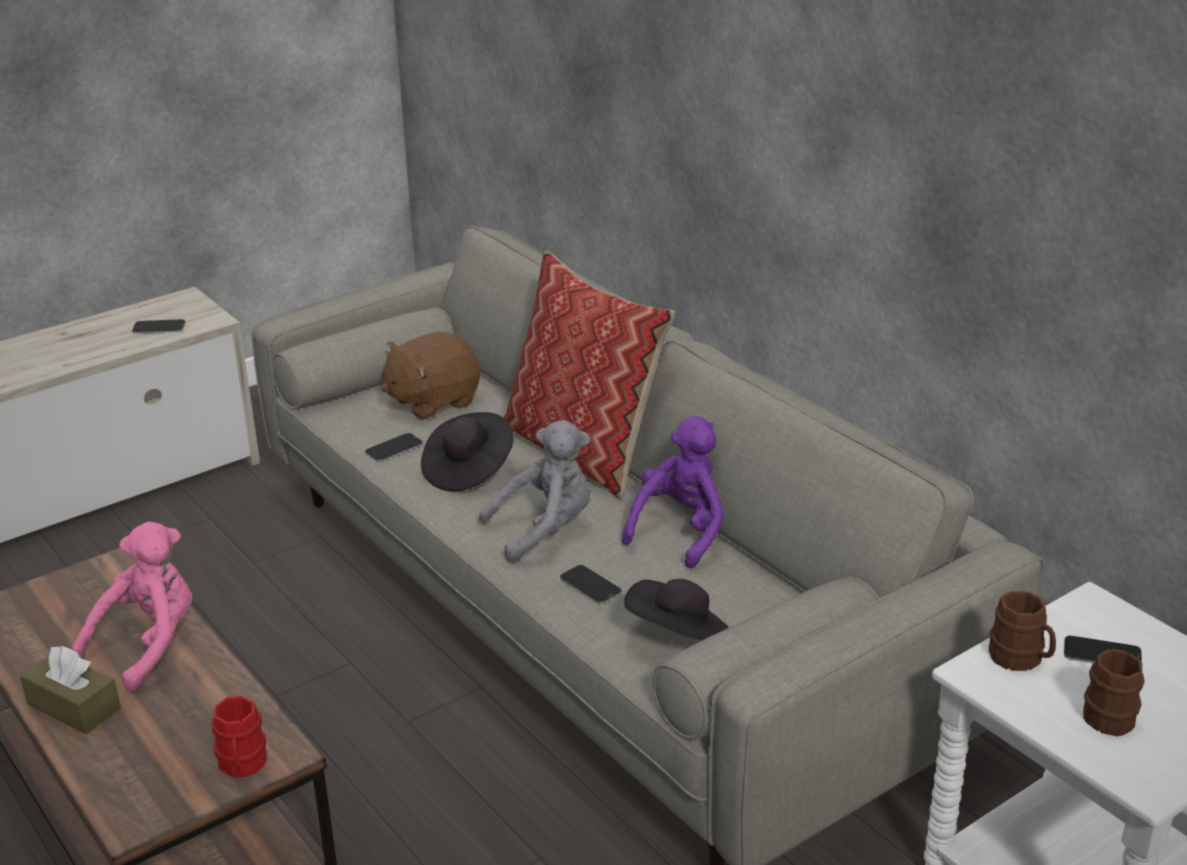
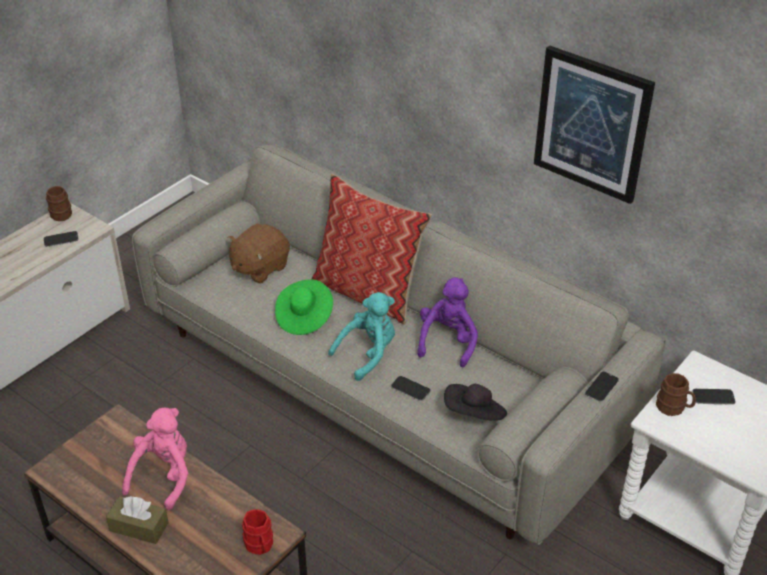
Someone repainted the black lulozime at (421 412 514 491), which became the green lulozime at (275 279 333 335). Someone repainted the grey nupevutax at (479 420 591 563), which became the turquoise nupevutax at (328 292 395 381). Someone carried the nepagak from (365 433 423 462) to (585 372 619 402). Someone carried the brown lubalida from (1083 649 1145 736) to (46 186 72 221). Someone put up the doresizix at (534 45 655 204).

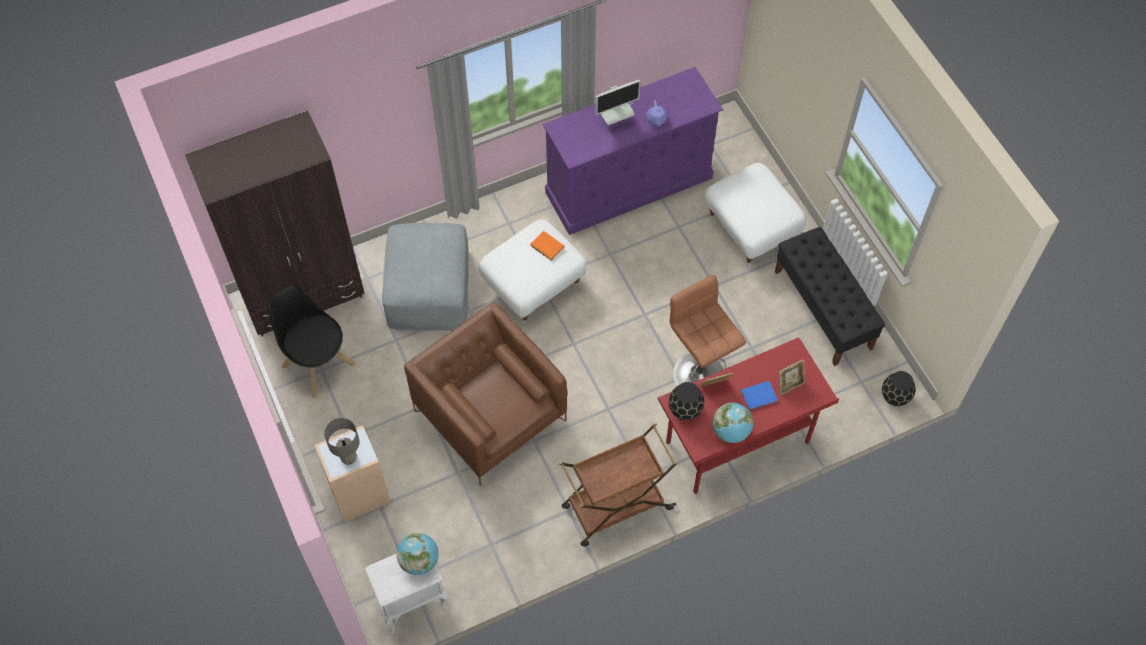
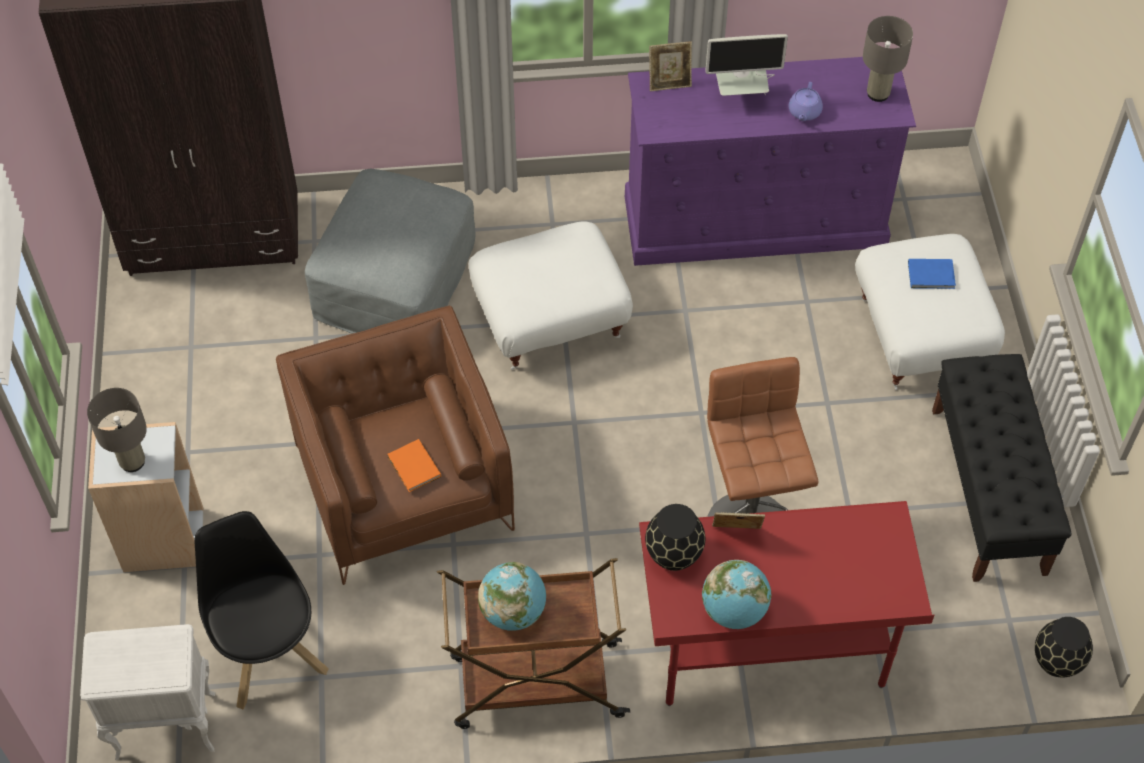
Someone carried the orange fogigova from (531 231 564 260) to (387 439 441 492). Someone carried the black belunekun from (267 284 355 397) to (194 511 329 709). Someone carried the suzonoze from (779 359 805 395) to (649 42 692 91). Someone carried the blue fogigova from (741 381 778 410) to (908 259 956 289). Someone carried the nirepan from (397 533 439 575) to (478 562 546 631). Someone put down the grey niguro at (863 16 913 102).

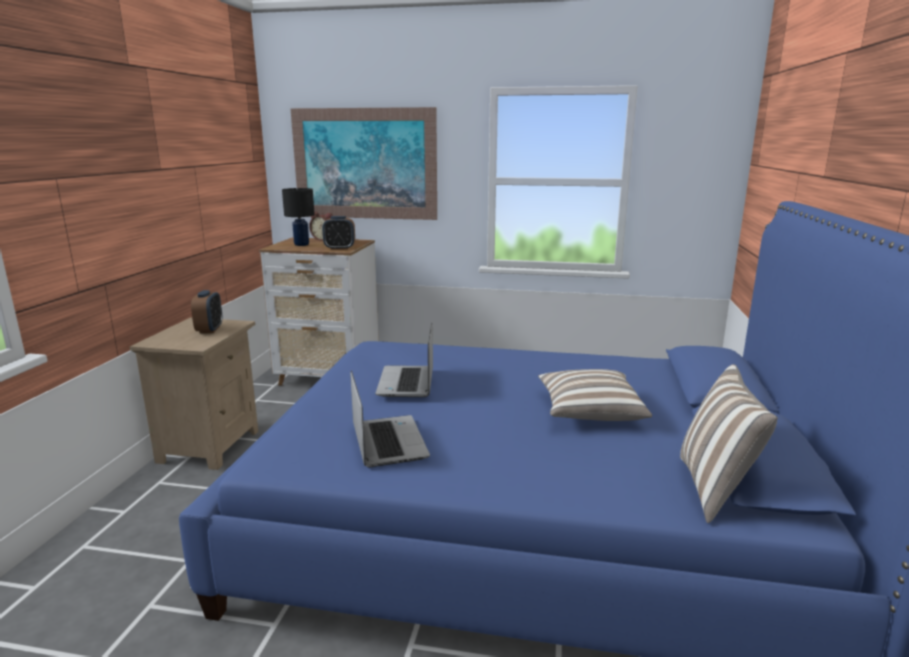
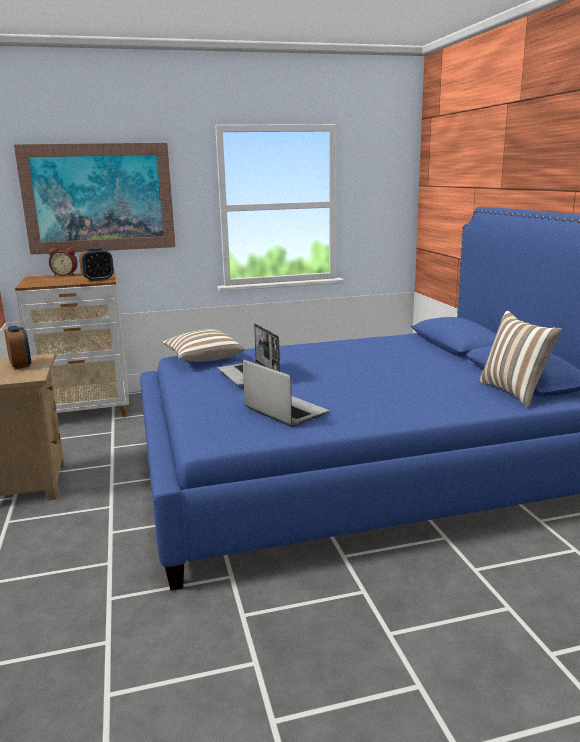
Someone took away the black niguro at (282 188 315 246). Someone carried the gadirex from (538 369 652 421) to (162 329 245 362).

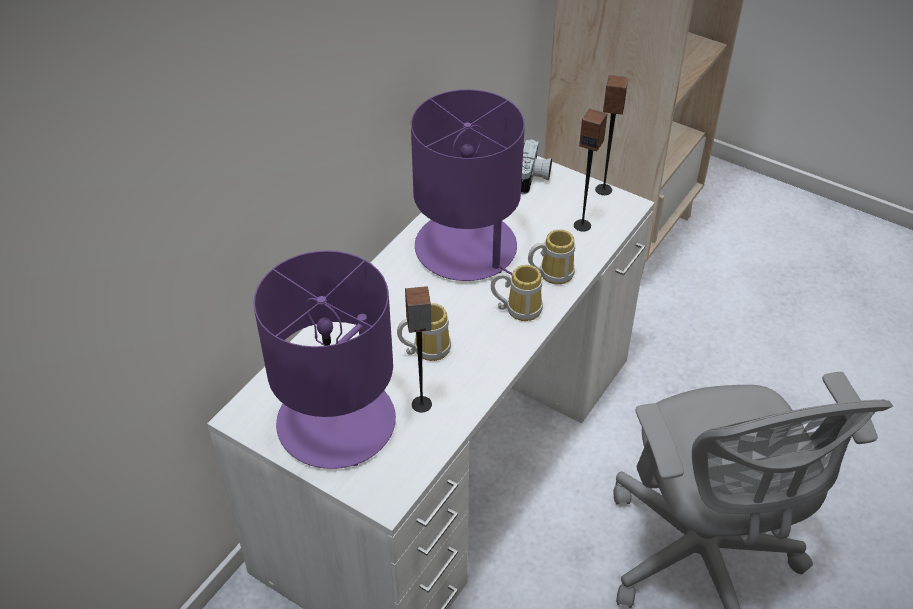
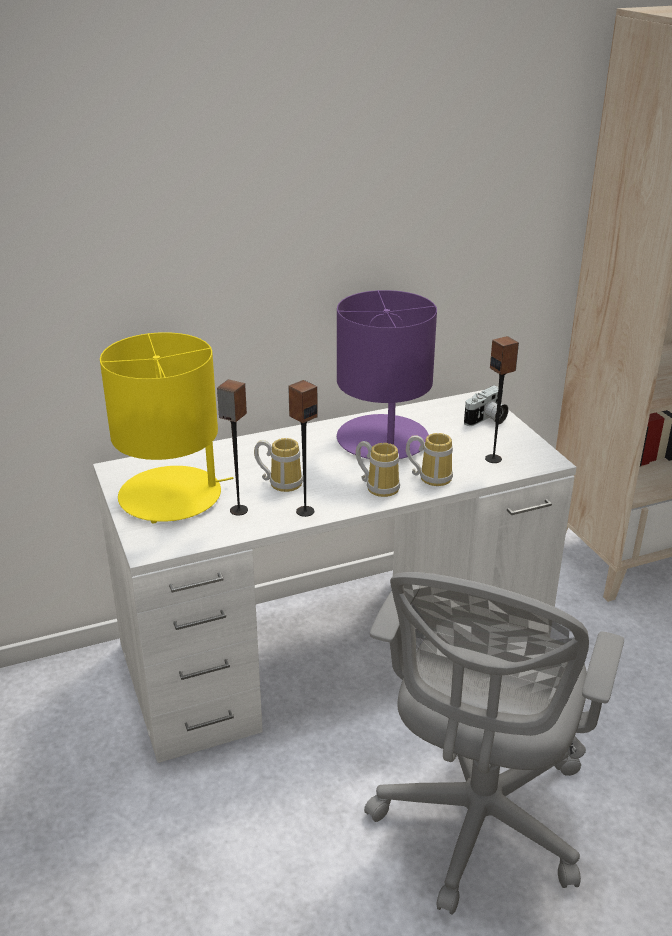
Someone carried the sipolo from (595 75 628 195) to (288 380 318 517). Someone repainted the purple niguro at (254 251 396 469), which became the yellow niguro at (100 332 234 523).

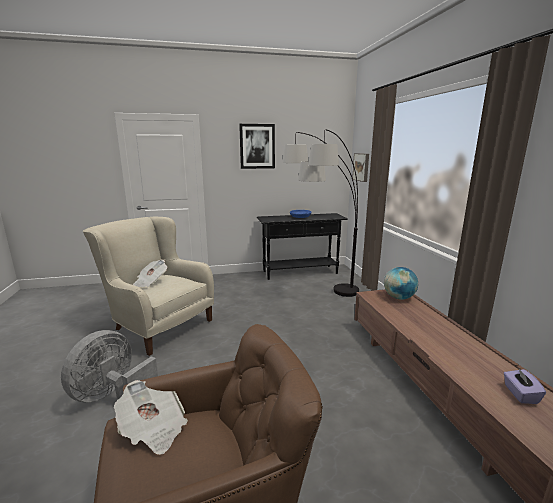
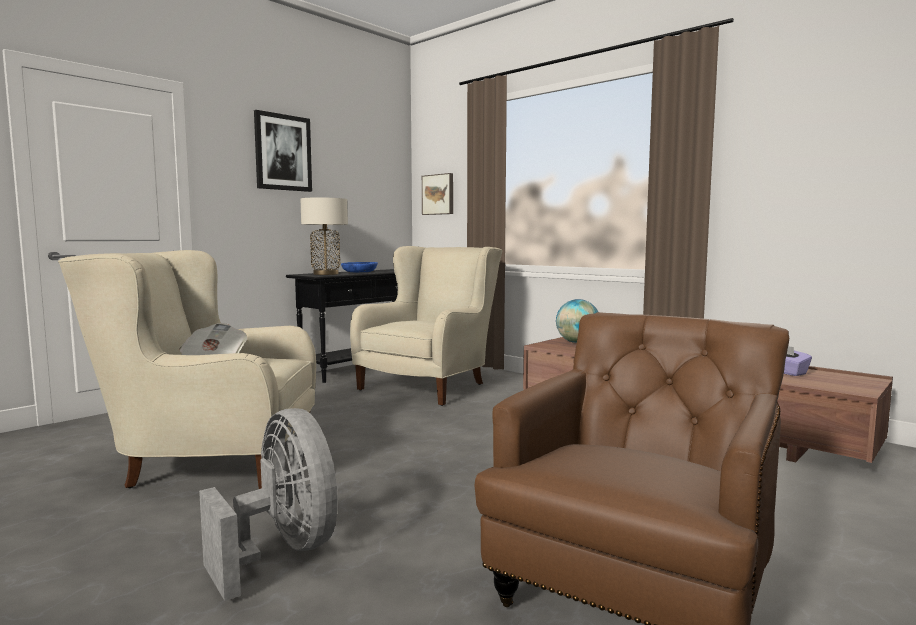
Someone swapped the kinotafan at (282 129 359 297) for the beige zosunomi at (350 246 503 406). Someone rotated the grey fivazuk at (61 330 158 403) by 150 degrees clockwise. Someone took away the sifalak at (114 380 188 455). Someone put down the niguro at (300 198 348 275).

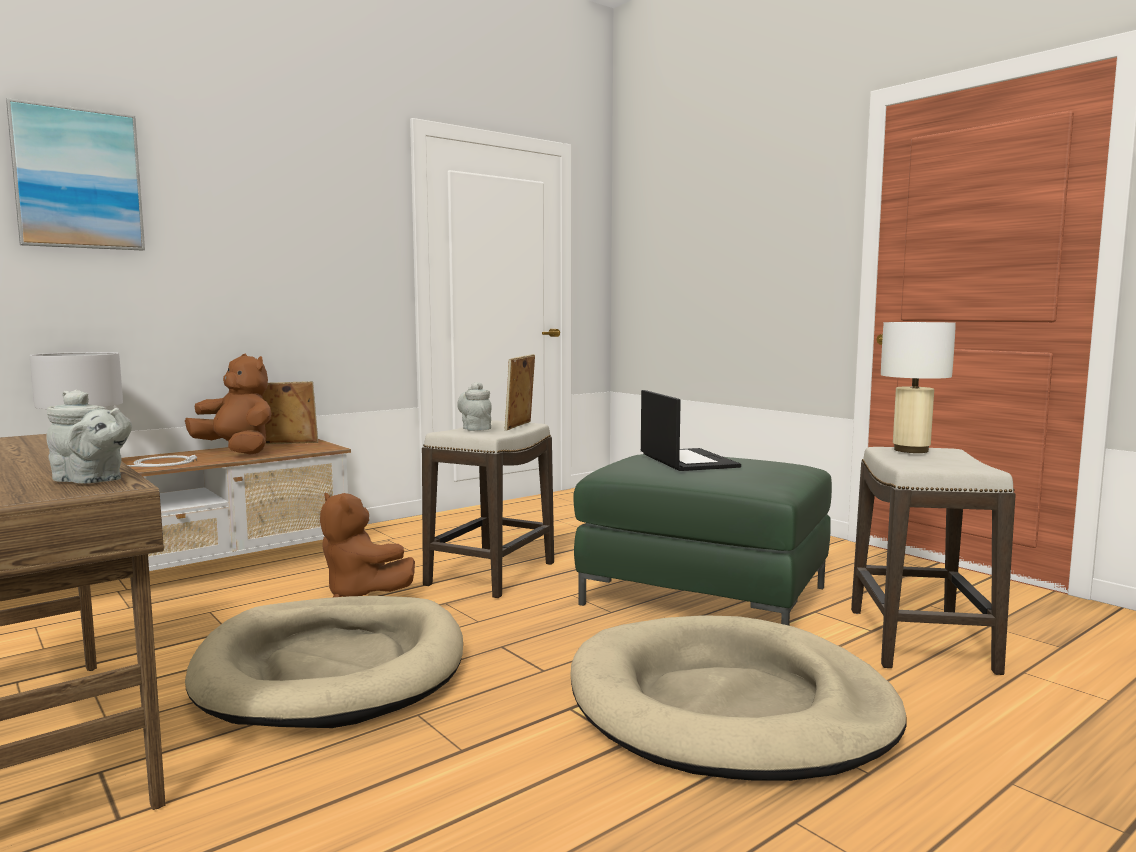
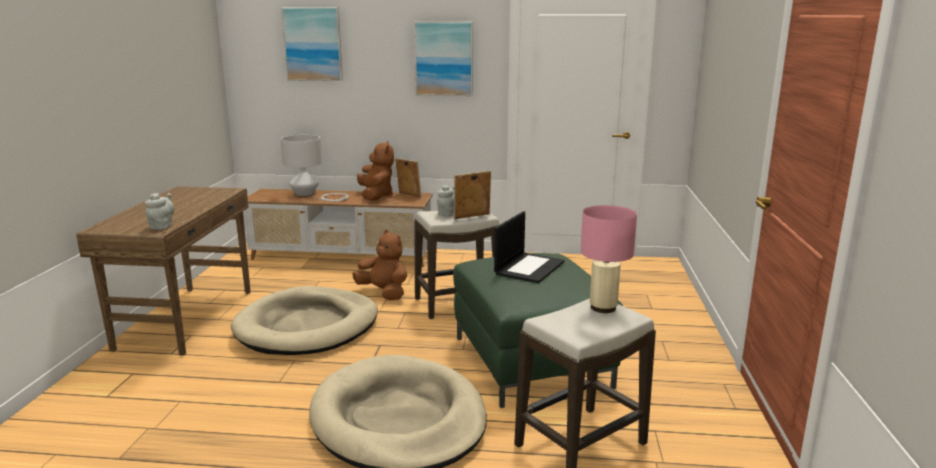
Someone repainted the white niguro at (881 322 956 453), which became the pink niguro at (581 205 637 313). Someone rotated the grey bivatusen at (46 390 132 484) by 150 degrees counterclockwise. Someone rotated the brown nupevutax at (320 493 415 597) by 135 degrees clockwise. Someone put up the doresizix at (414 21 473 96).

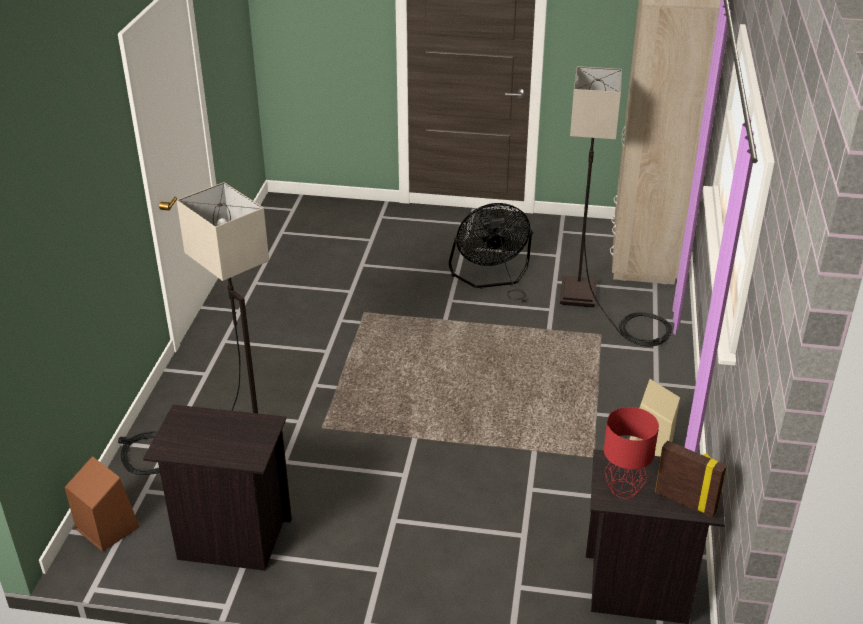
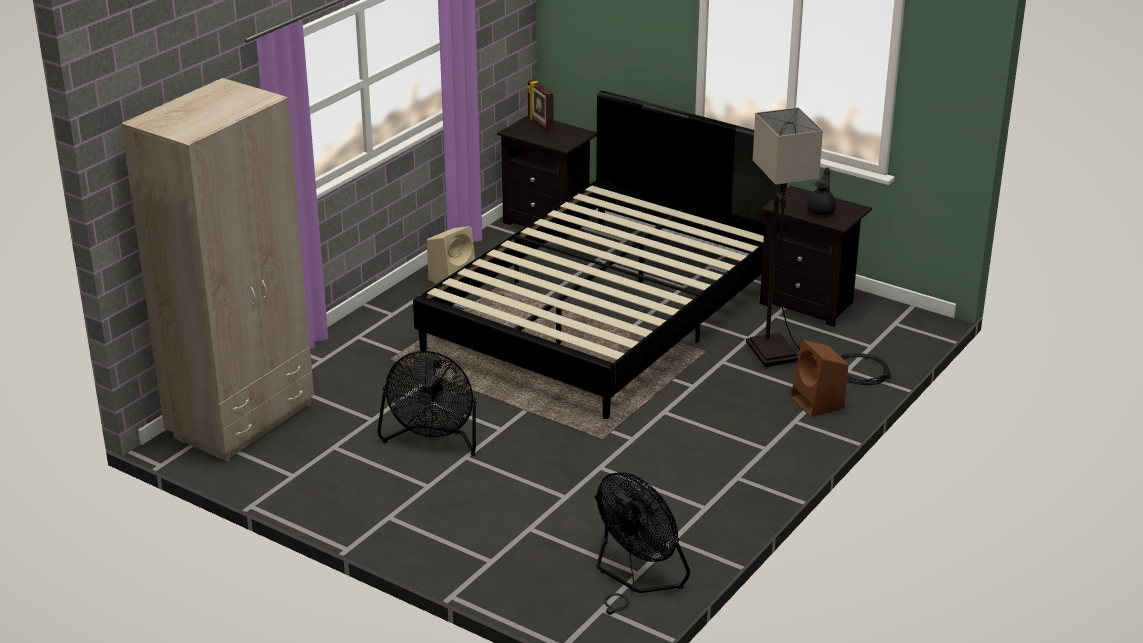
Someone took away the kinotafan at (560 66 672 346). Someone took away the red niguro at (604 407 659 499). Someone carried the brown sipolo from (65 456 140 552) to (791 340 849 417). Someone put down the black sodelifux at (413 90 787 419). Someone put down the black bivatusen at (807 167 836 215). Someone put down the black fivazuk at (594 472 690 615).

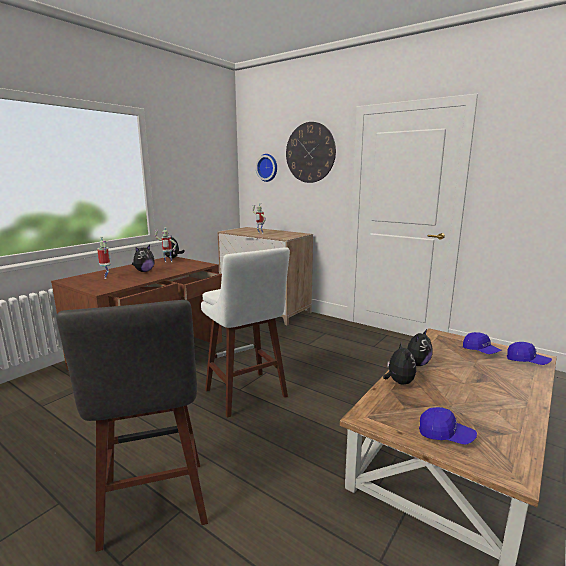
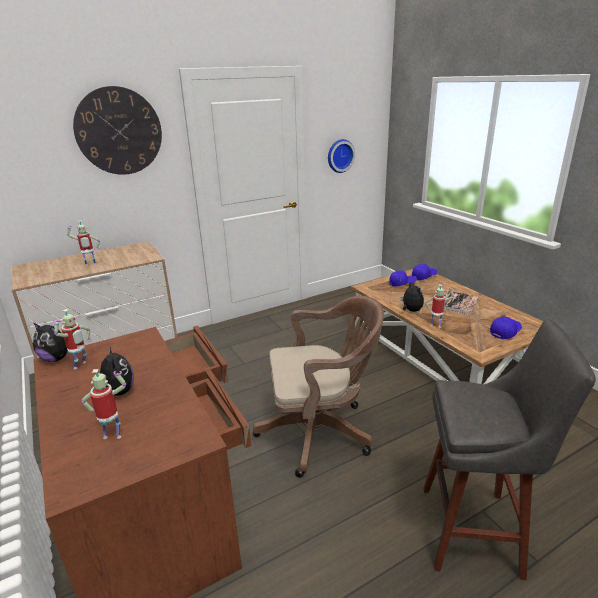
Someone carried the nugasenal from (256 154 277 182) to (328 139 355 173). Someone swapped the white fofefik at (201 247 290 418) for the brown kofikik at (253 296 384 478). Someone swapped the nupevutax at (383 342 416 385) for the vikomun at (425 285 454 328). Someone put down the fogigova at (444 291 480 315).

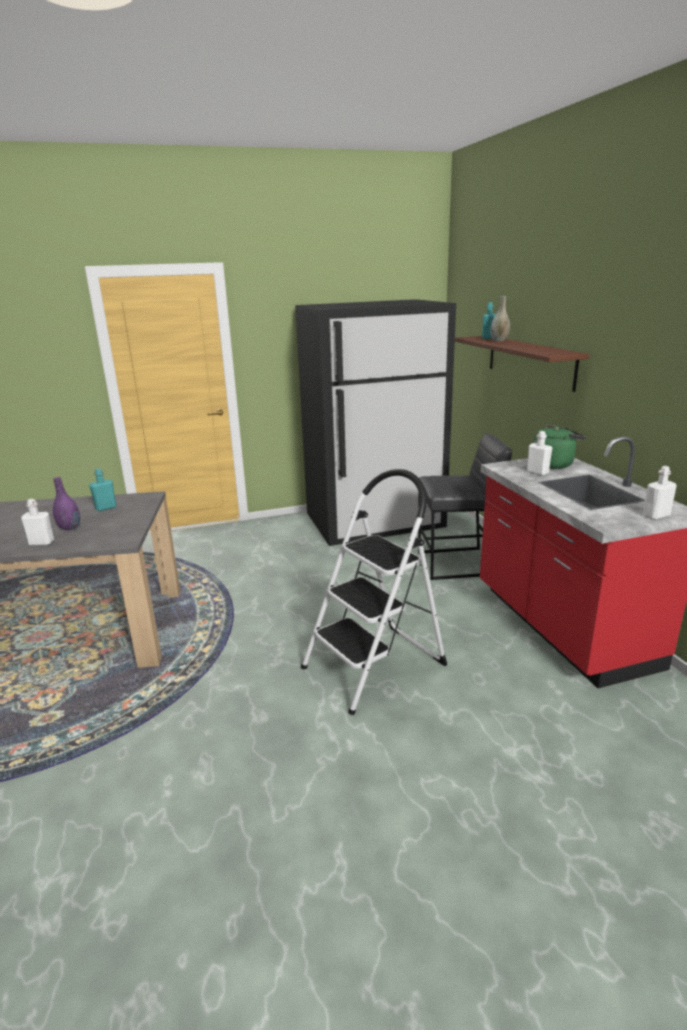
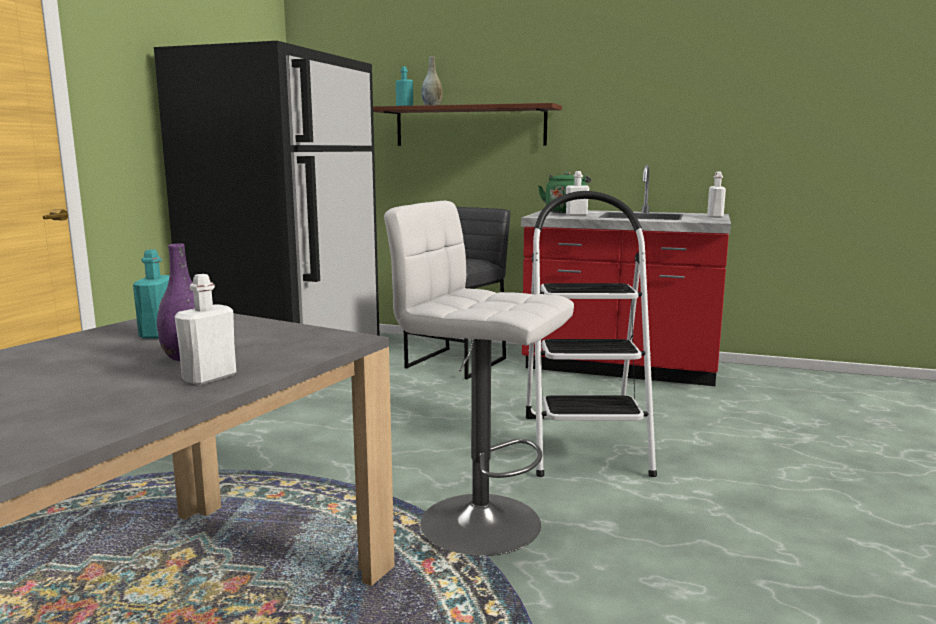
Someone put down the white fofefik at (384 201 574 556).

